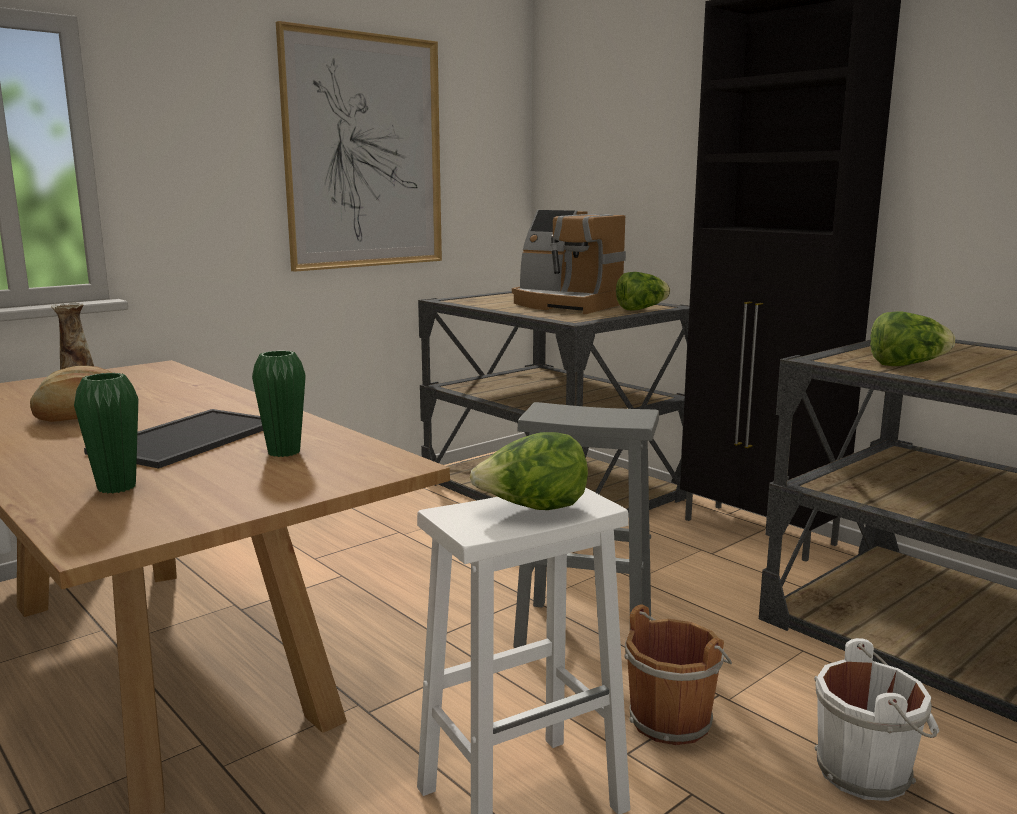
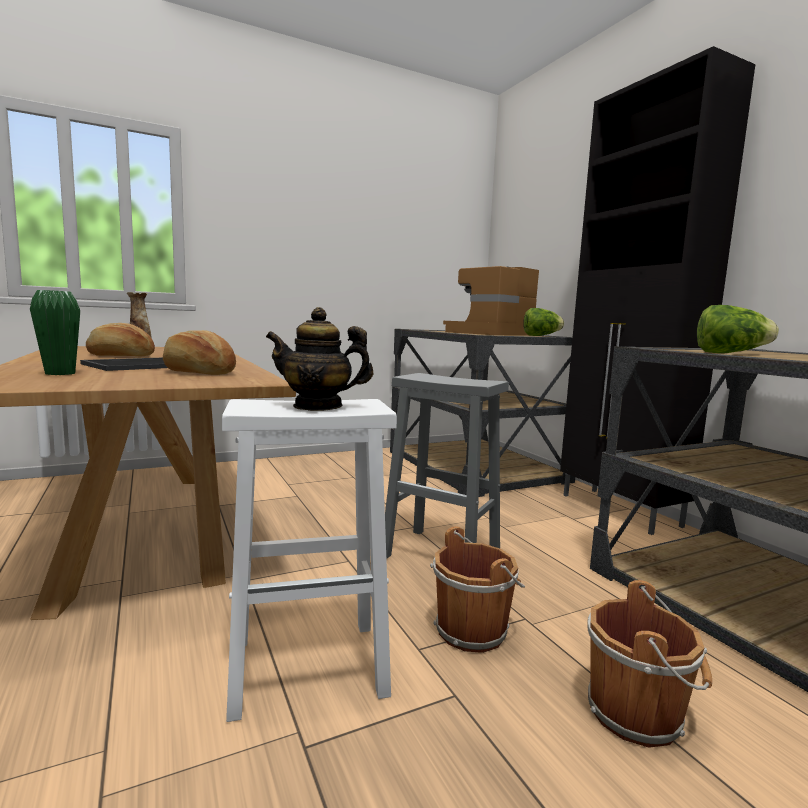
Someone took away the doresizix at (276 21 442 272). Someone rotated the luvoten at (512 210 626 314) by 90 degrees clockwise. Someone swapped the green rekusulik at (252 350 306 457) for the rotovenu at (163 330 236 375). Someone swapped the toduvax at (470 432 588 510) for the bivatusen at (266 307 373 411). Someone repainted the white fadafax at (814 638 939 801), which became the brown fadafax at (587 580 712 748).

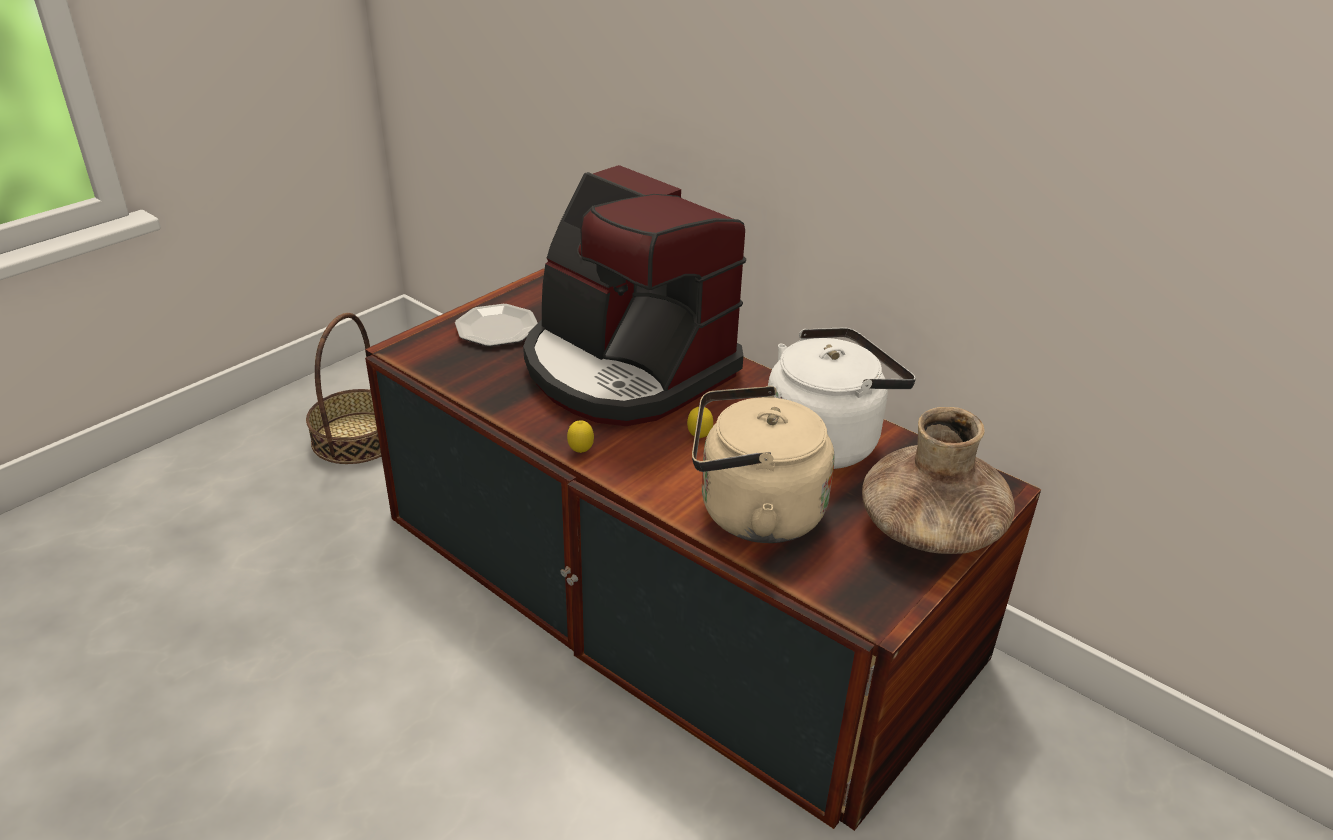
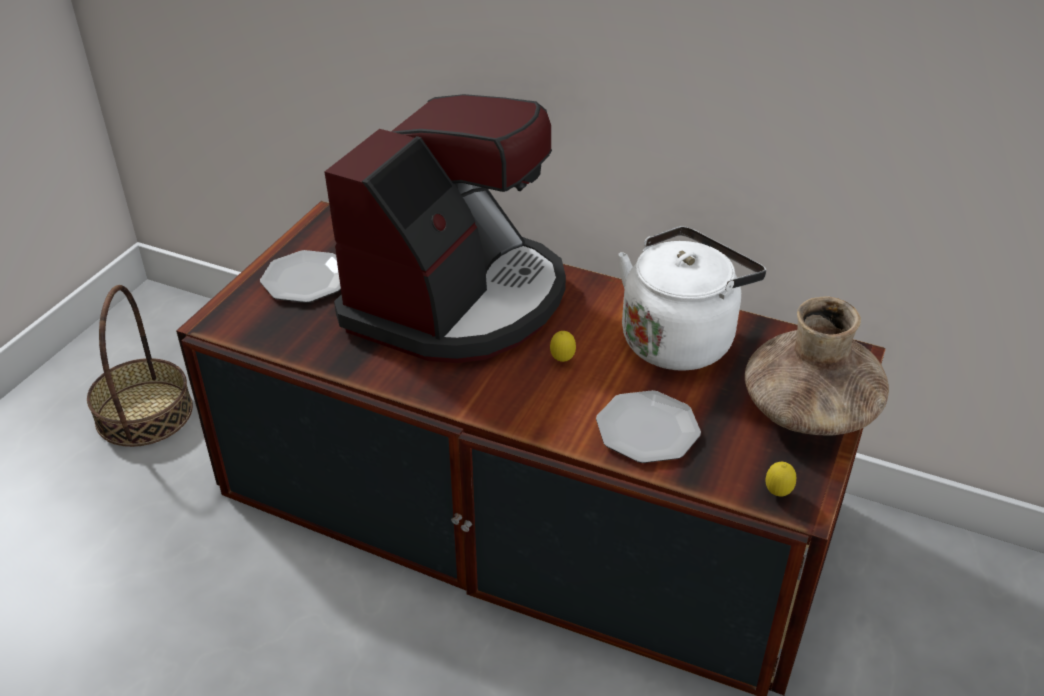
Someone rotated the luvoten at (523 165 746 426) by 90 degrees counterclockwise. Someone swapped the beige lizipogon at (692 386 835 543) for the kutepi at (596 390 701 463). Someone carried the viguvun from (567 420 594 453) to (765 462 796 497).

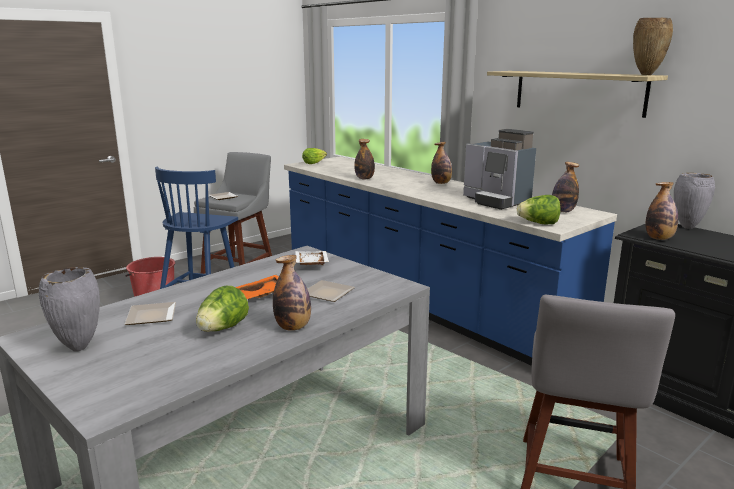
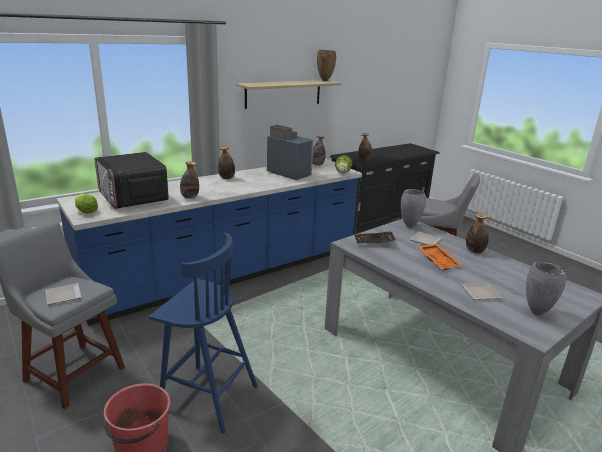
Someone rotated the luvoten at (463 129 536 210) by 105 degrees counterclockwise. Someone carried the grey rekusulik from (674 173 715 229) to (401 189 426 228). Someone repainted the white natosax at (295 251 329 265), which became the black natosax at (355 231 395 244). Someone took away the toduvax at (196 286 249 332). Someone put down the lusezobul at (95 152 169 209).

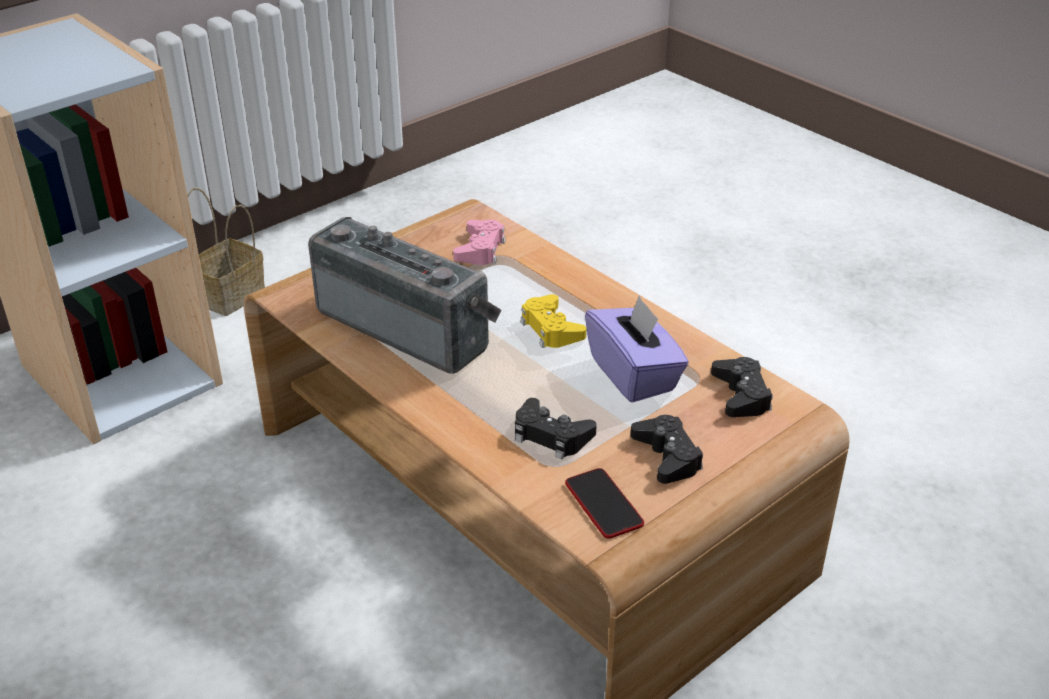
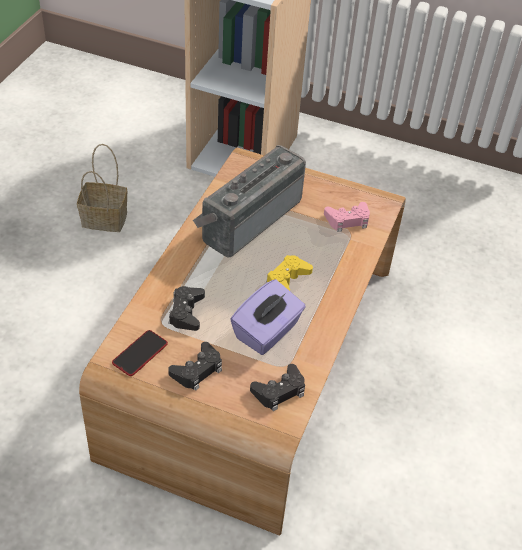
Someone carried the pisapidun from (187 187 265 316) to (77 144 128 232). Someone rotated the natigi at (308 217 501 374) by 150 degrees counterclockwise.

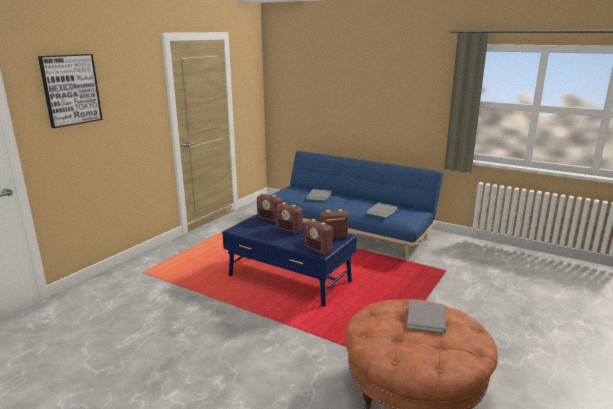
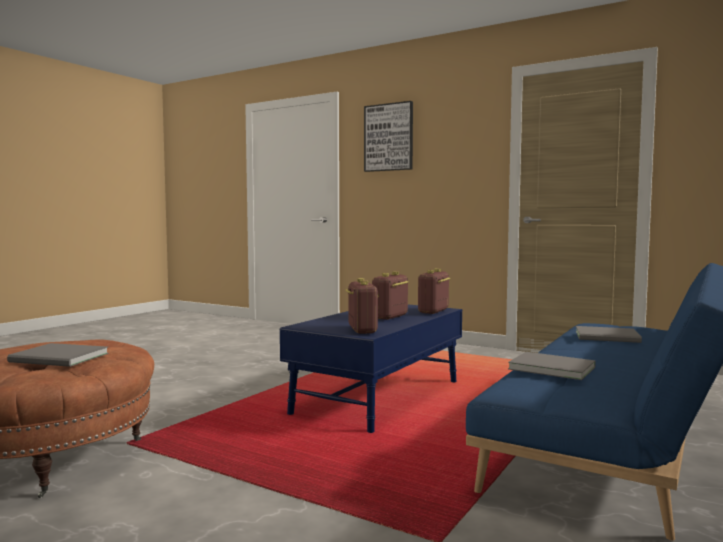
Someone took away the natigi at (304 219 333 254).

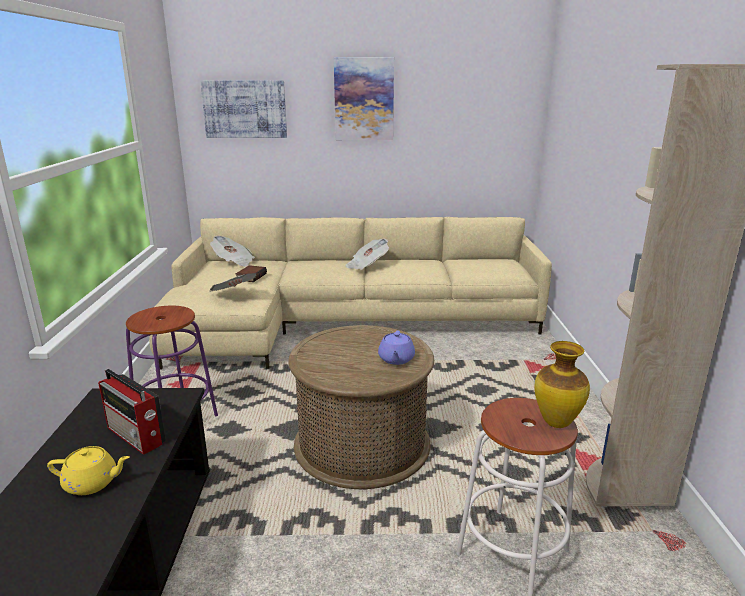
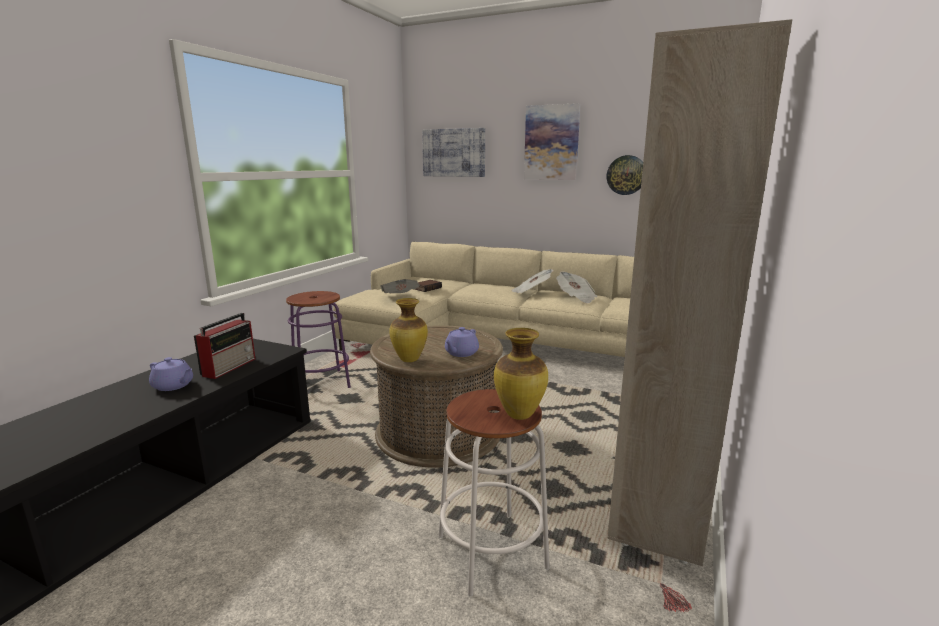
Someone carried the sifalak from (210 236 255 267) to (556 271 598 304). Someone rotated the natigi at (98 369 166 455) by 135 degrees counterclockwise. Someone repainted the yellow bivatusen at (47 446 129 495), which became the purple bivatusen at (149 357 193 391). Someone put up the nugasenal at (607 155 643 195). Someone put down the rekusulik at (389 298 428 362).

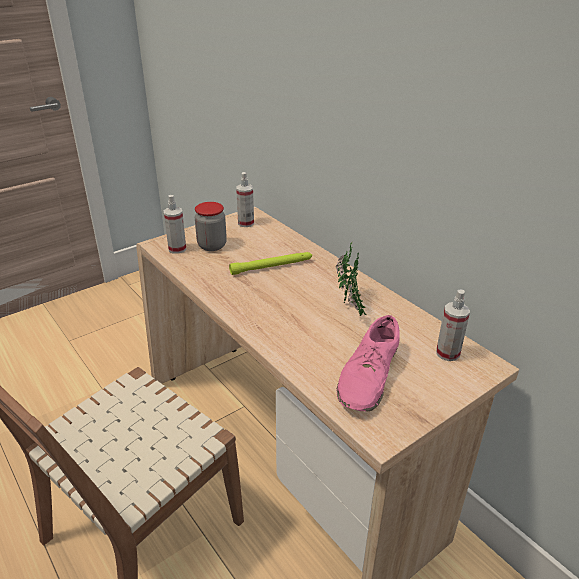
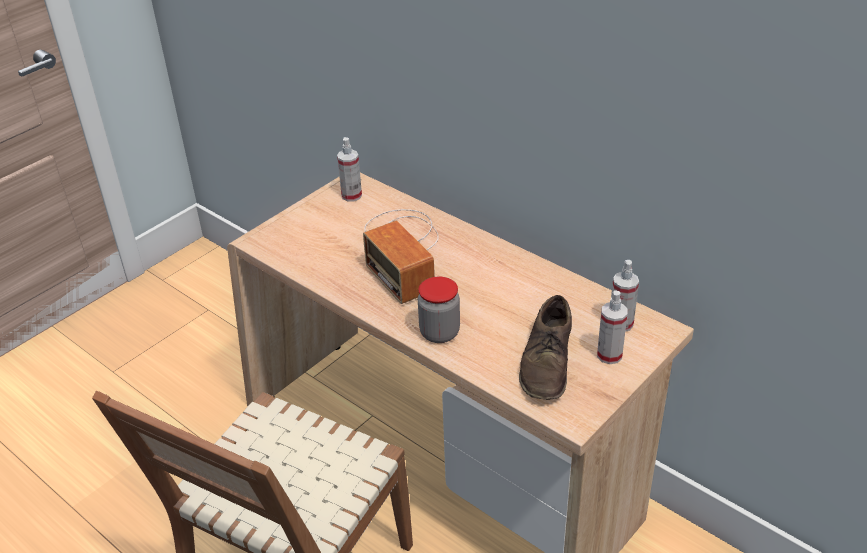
Someone carried the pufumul from (164 195 186 254) to (597 291 628 364). Someone carried the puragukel from (195 202 227 251) to (418 277 460 343). Someone took away the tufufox at (336 242 367 316). Someone swapped the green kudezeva at (229 252 312 275) for the natigi at (363 209 438 304). Someone repainted the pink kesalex at (337 315 400 411), which became the brown kesalex at (519 295 572 400).

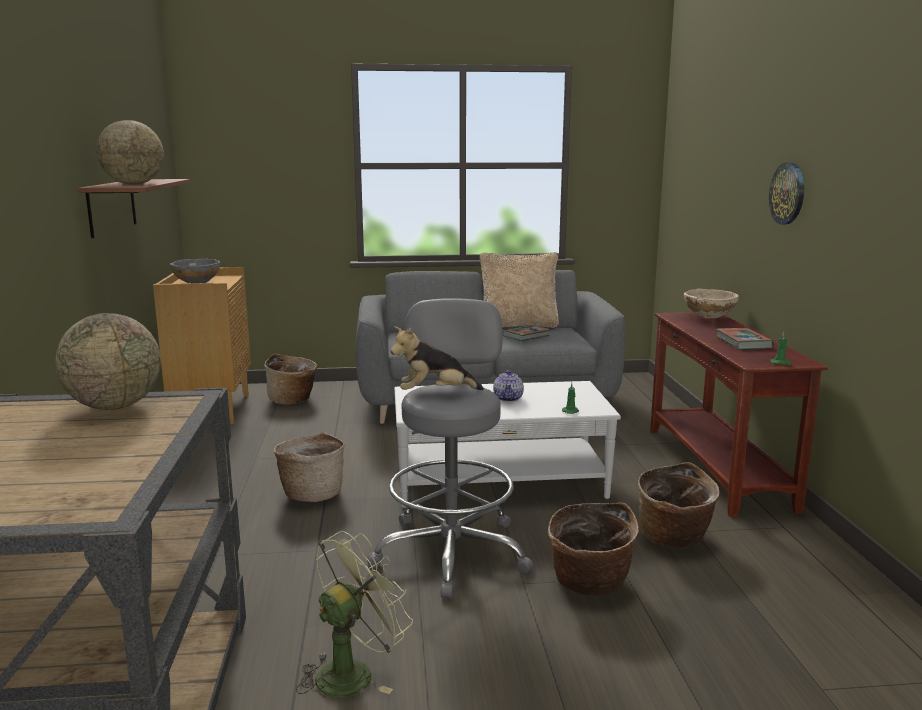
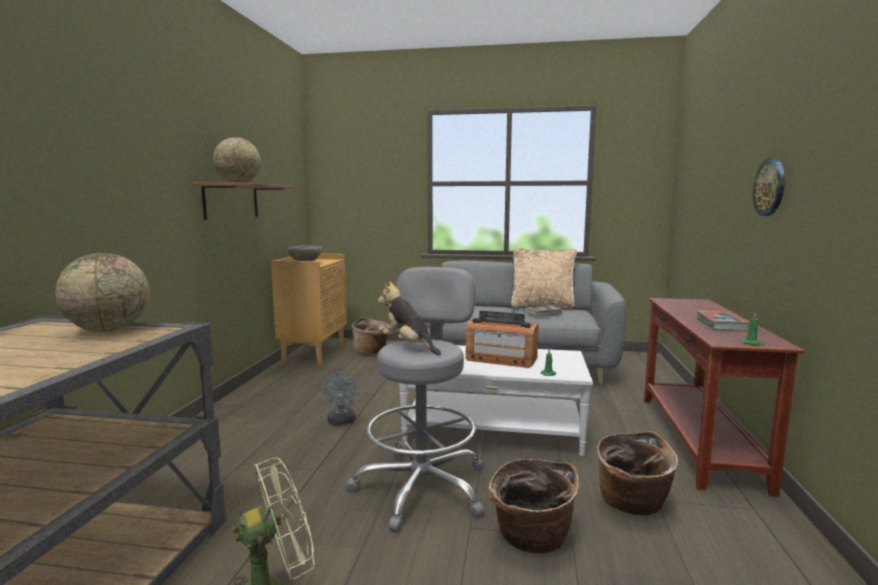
Someone took away the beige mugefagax at (684 289 739 319). Someone rotated the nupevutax at (391 326 484 390) by 45 degrees clockwise. Someone swapped the bivatusen at (493 370 524 402) for the natigi at (465 311 539 368). Someone swapped the pisapidun at (274 432 345 502) for the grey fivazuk at (321 373 360 425).

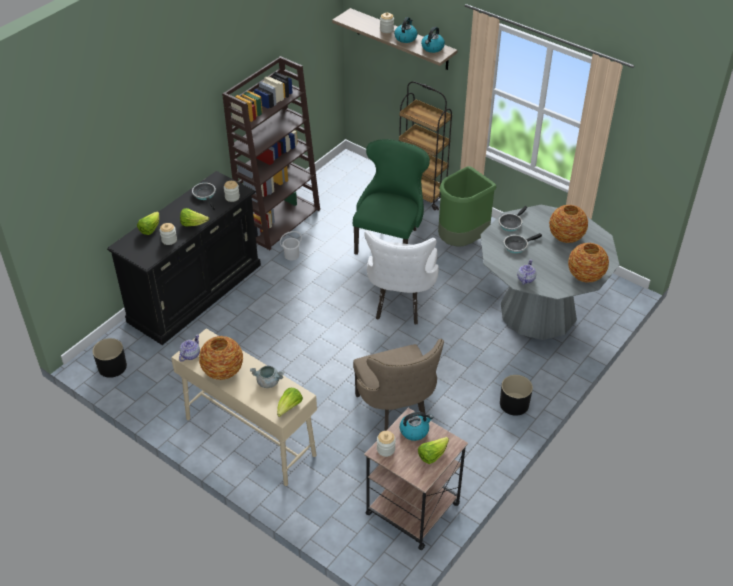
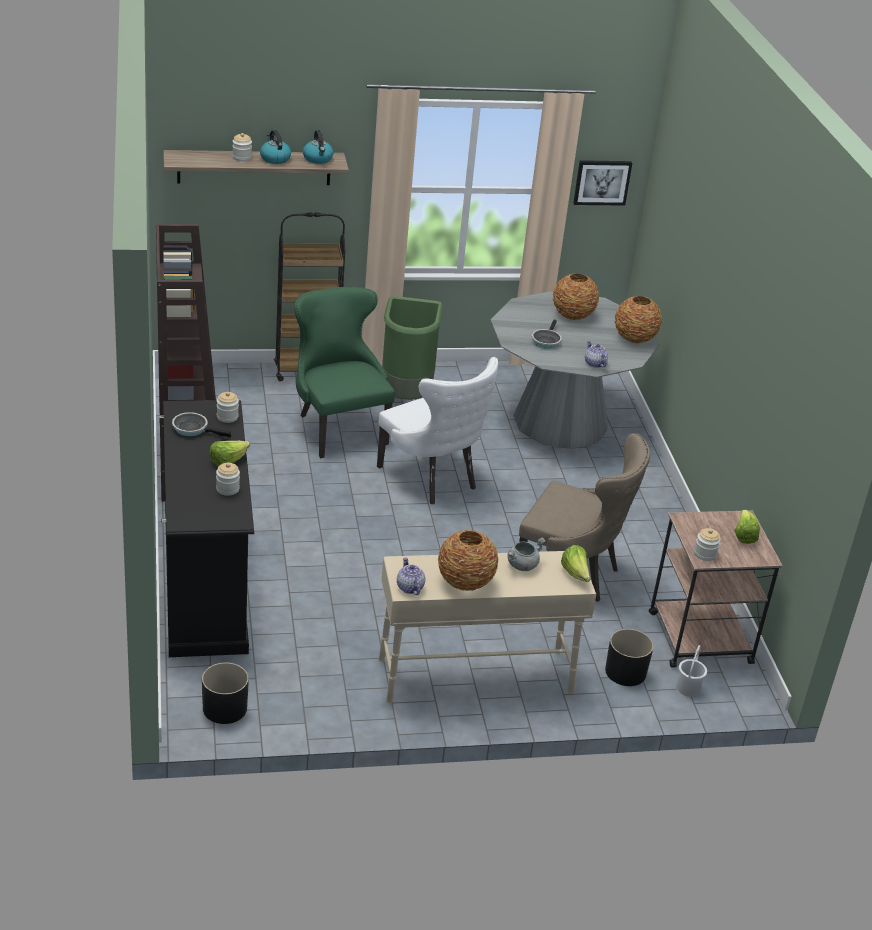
Someone took away the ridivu at (499 206 527 231). Someone took away the toduvax at (137 211 159 235). Someone carried the white fadafax from (280 231 302 260) to (676 645 707 697). Someone carried the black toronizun from (500 375 533 416) to (605 629 654 686). Someone took away the lizipogon at (400 412 433 441). Someone put up the doresizix at (573 160 632 206).

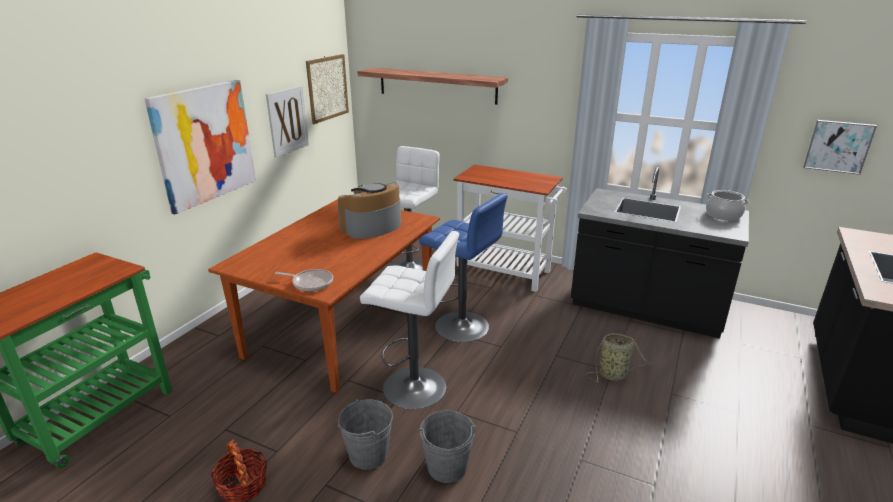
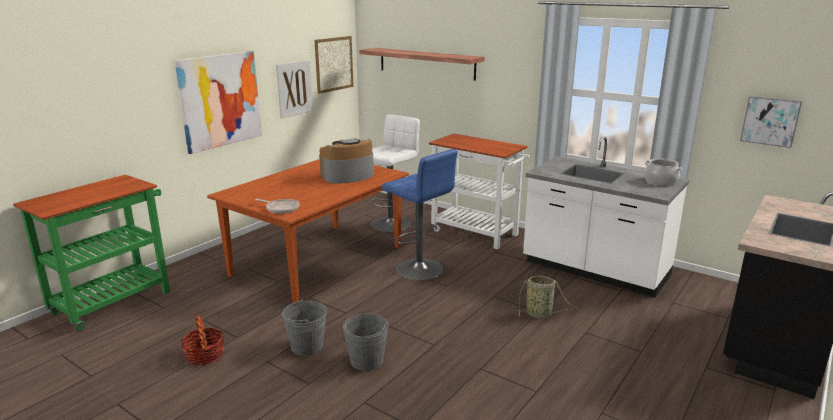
Someone repainted the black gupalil at (571 167 749 339), which became the white gupalil at (523 136 689 297). Someone took away the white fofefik at (360 231 459 409).

